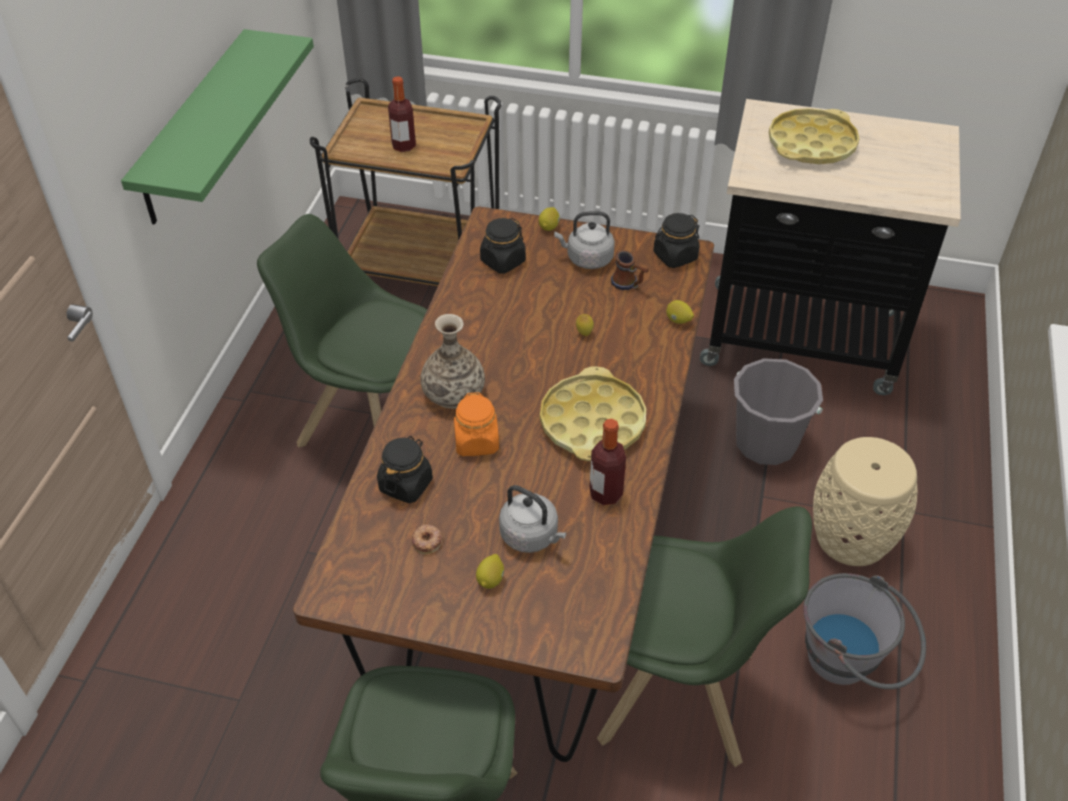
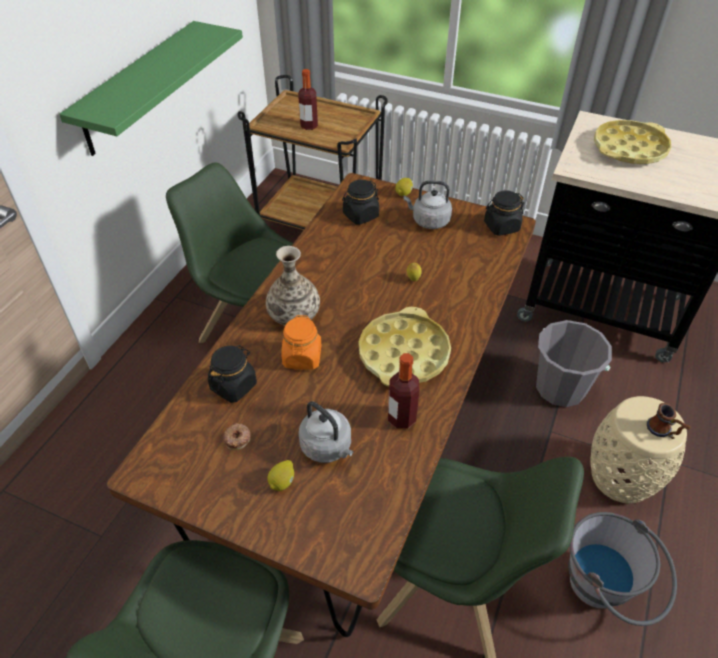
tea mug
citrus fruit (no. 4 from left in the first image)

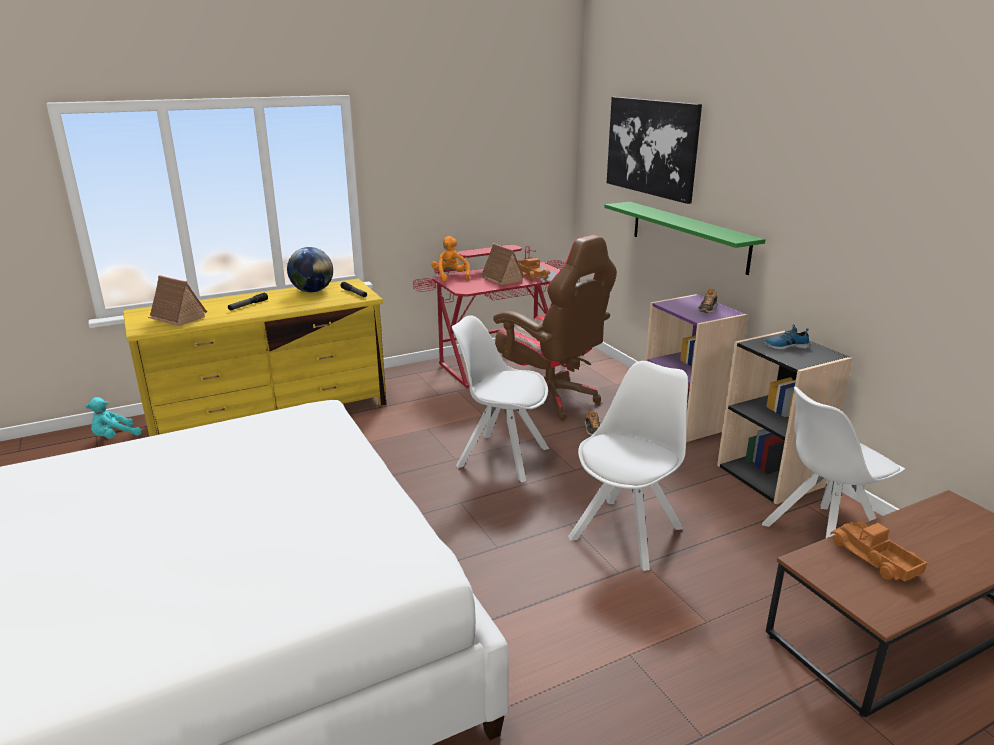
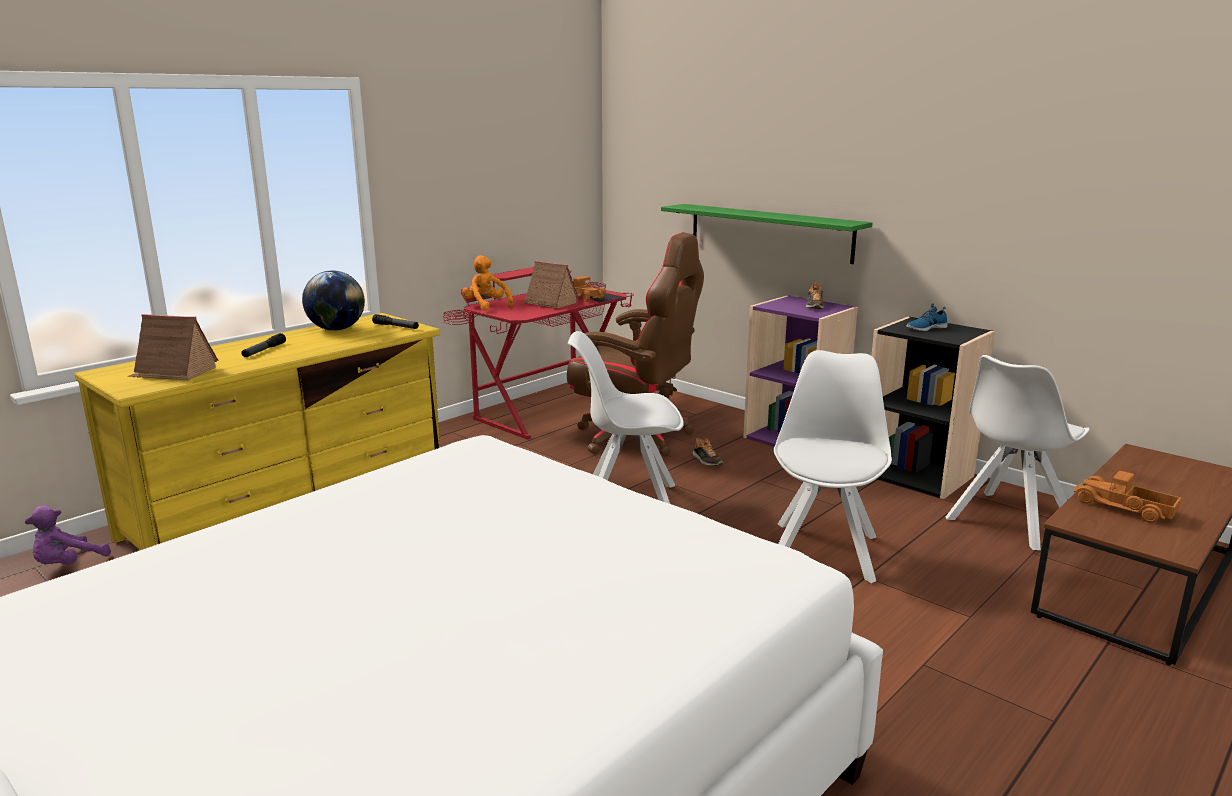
wall picture
cuddly toy (purple-coloured)

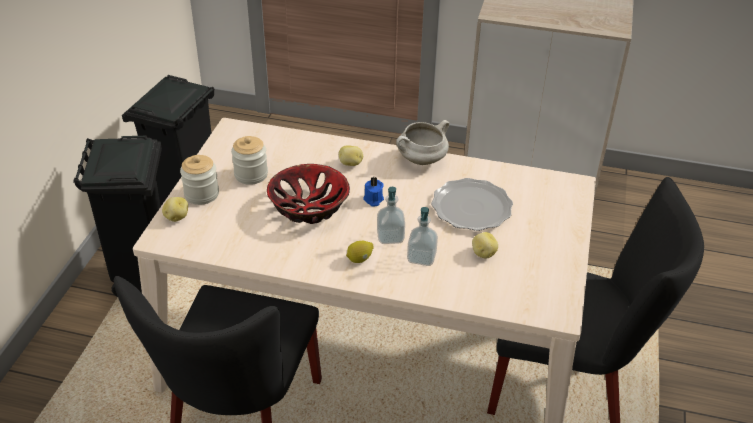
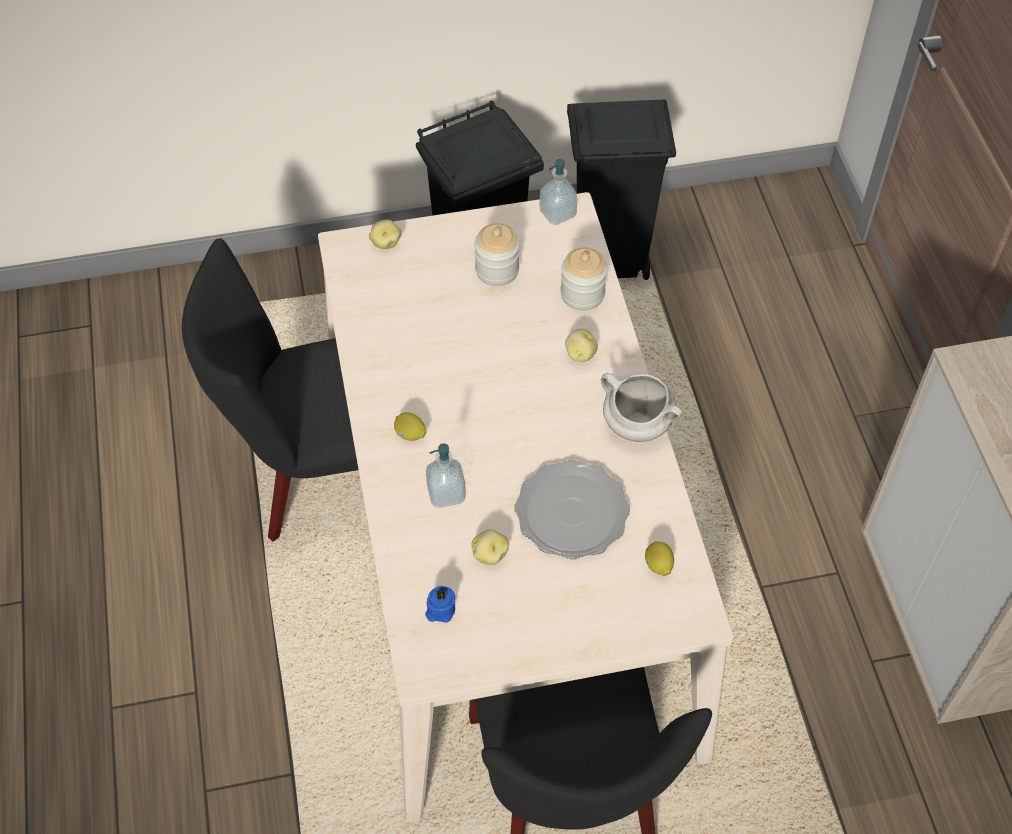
storage jar (no. 2 from left)
serving bowl
wax candle (bluish)
soap bottle (no. 2 from left)
citrus fruit (no. 2 from left)

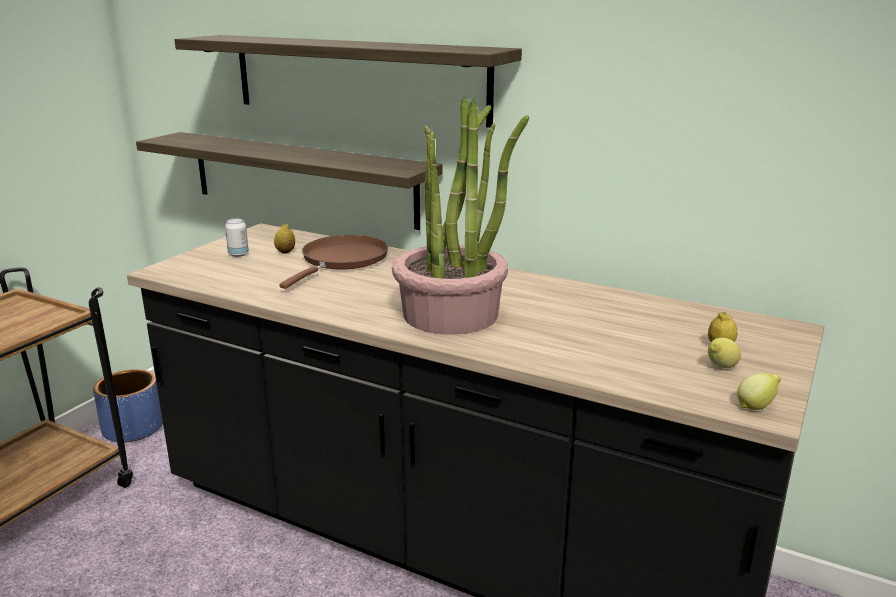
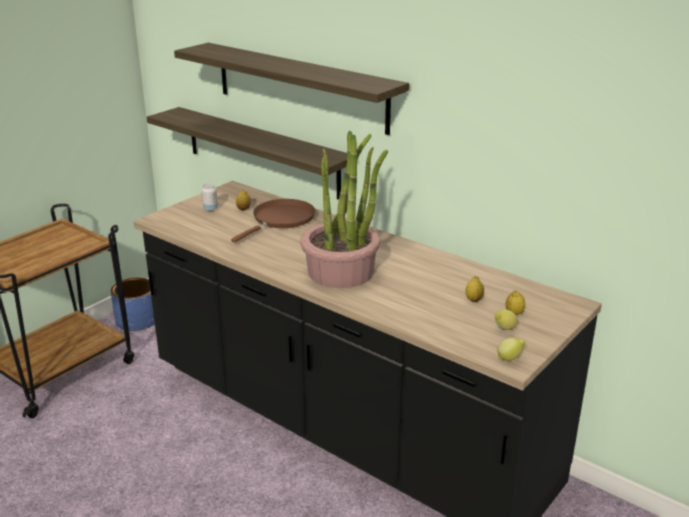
citrus fruit (no. 2 from left)

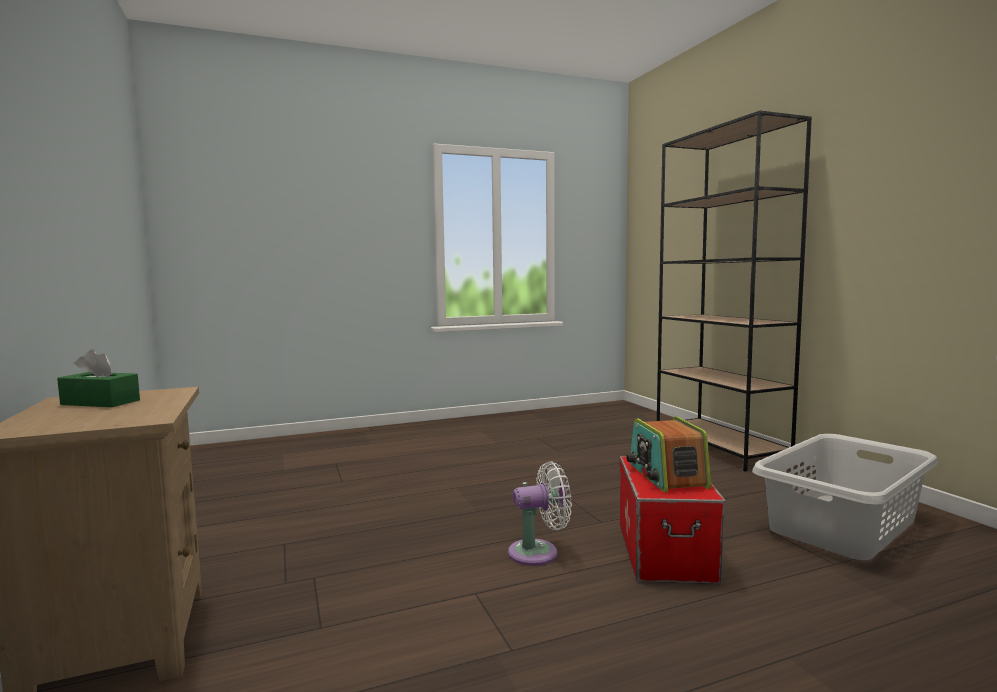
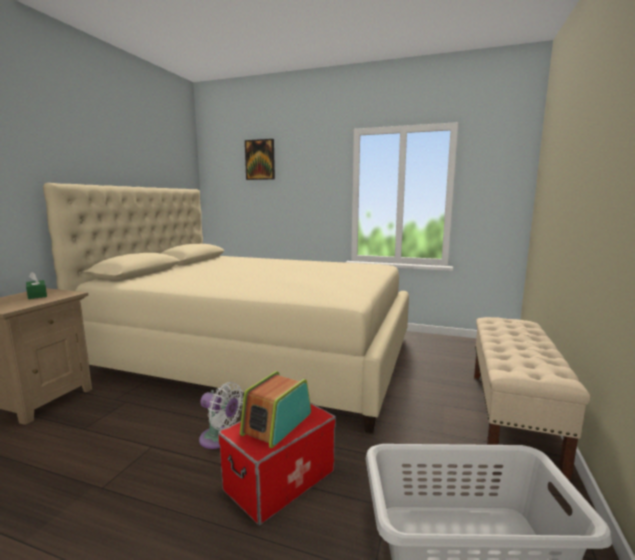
long seat (beige)
wall picture
bed (beige)

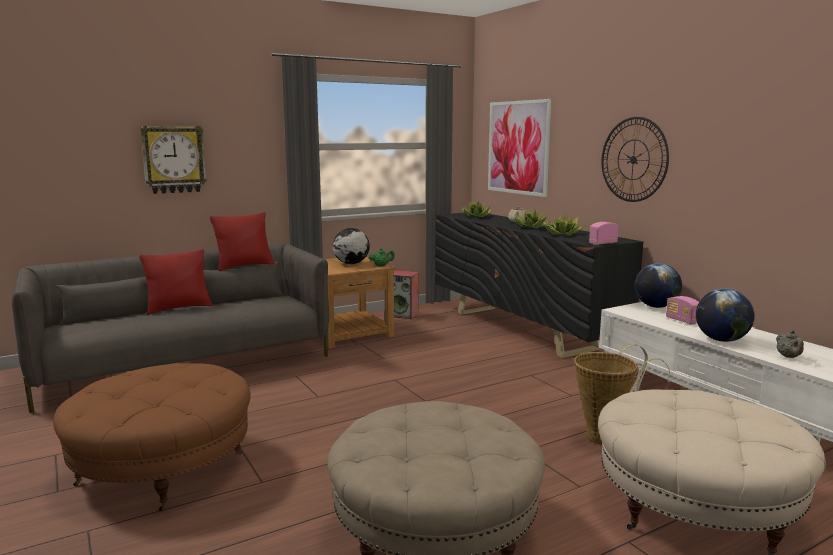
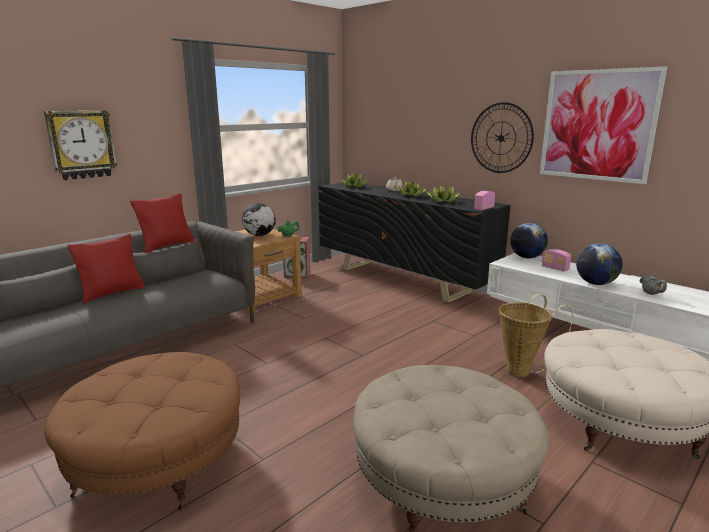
wall picture

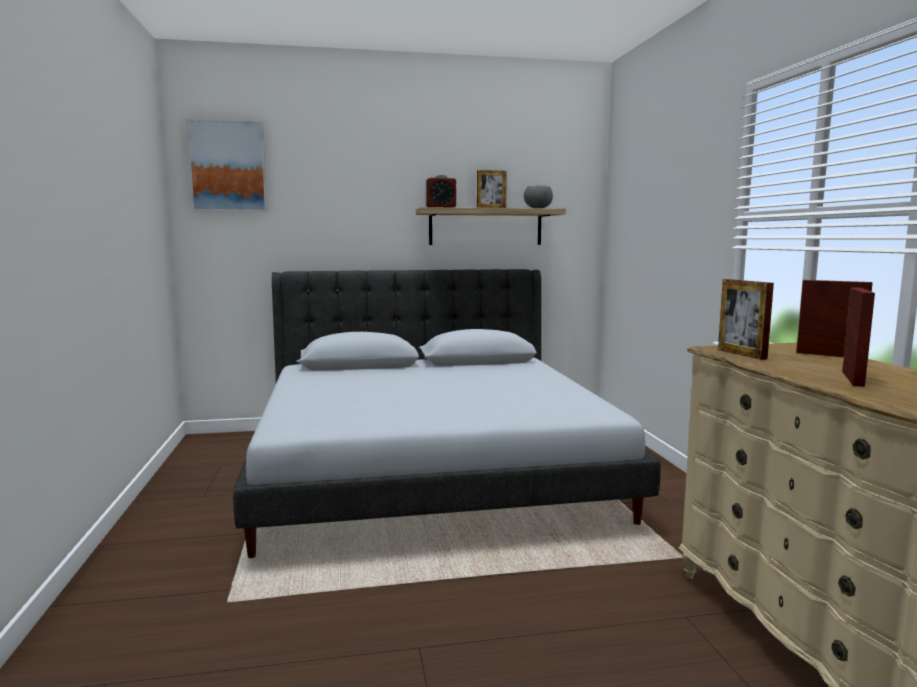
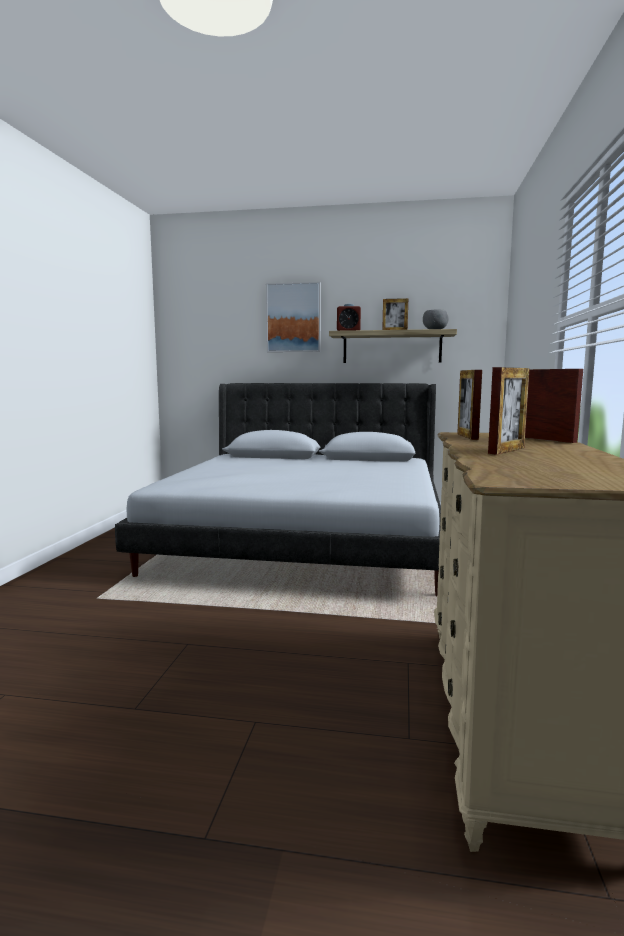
wall picture

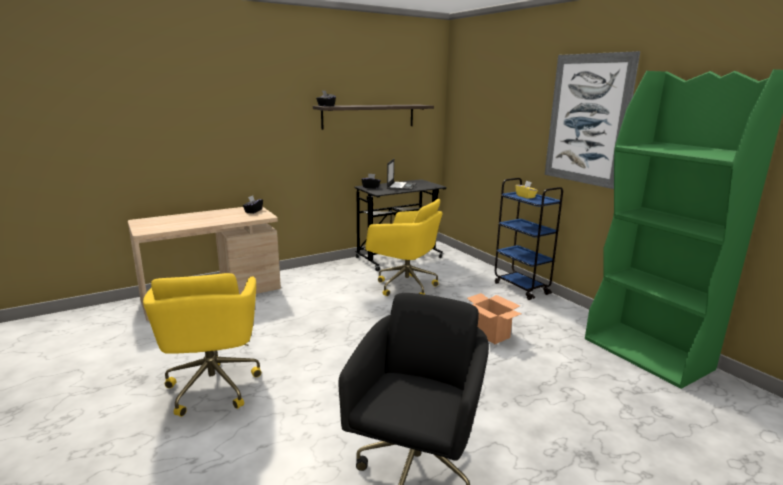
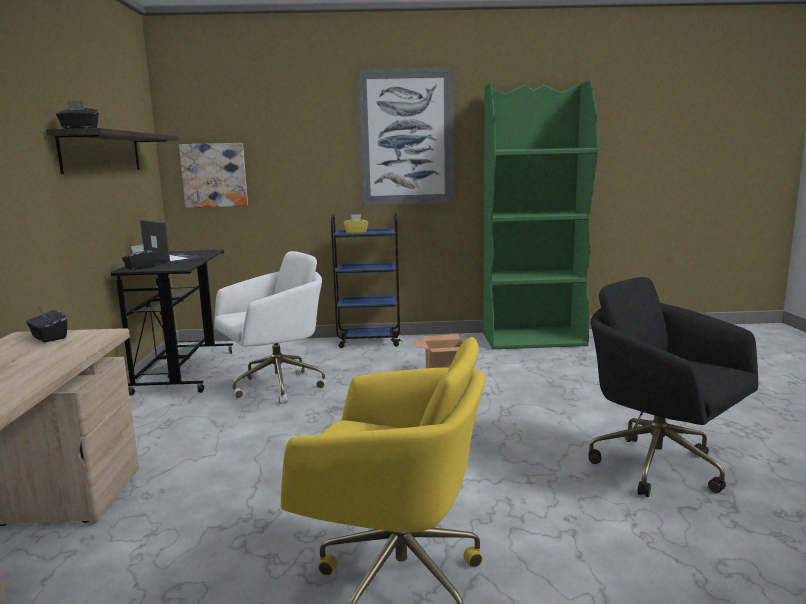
office chair (whitish)
wall picture (no. 1 from left)

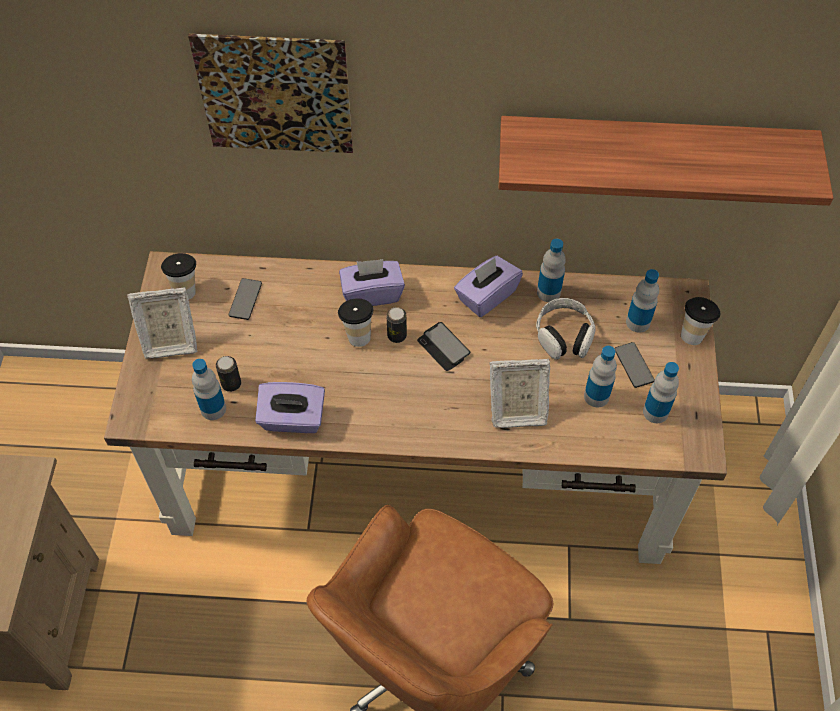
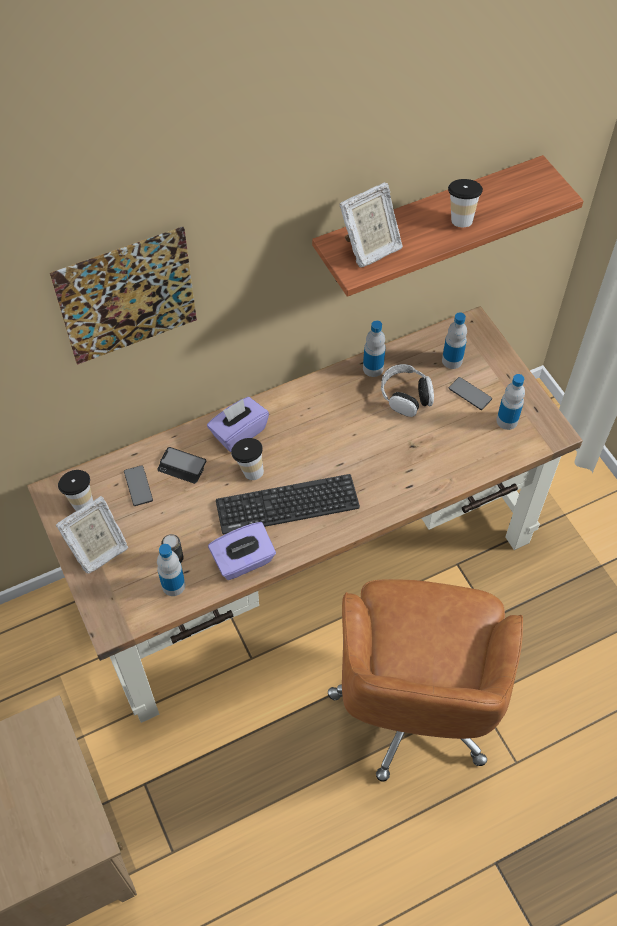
tissue box (purple-coloured) (no. 3 from left in the first image)
cup (no. 3 from left)
sealed can (no. 2 from left in the first image)
telephone (no. 2 from left)
bottle (no. 3 from left in the first image)
photo frame (no. 2 from left)
keyboard

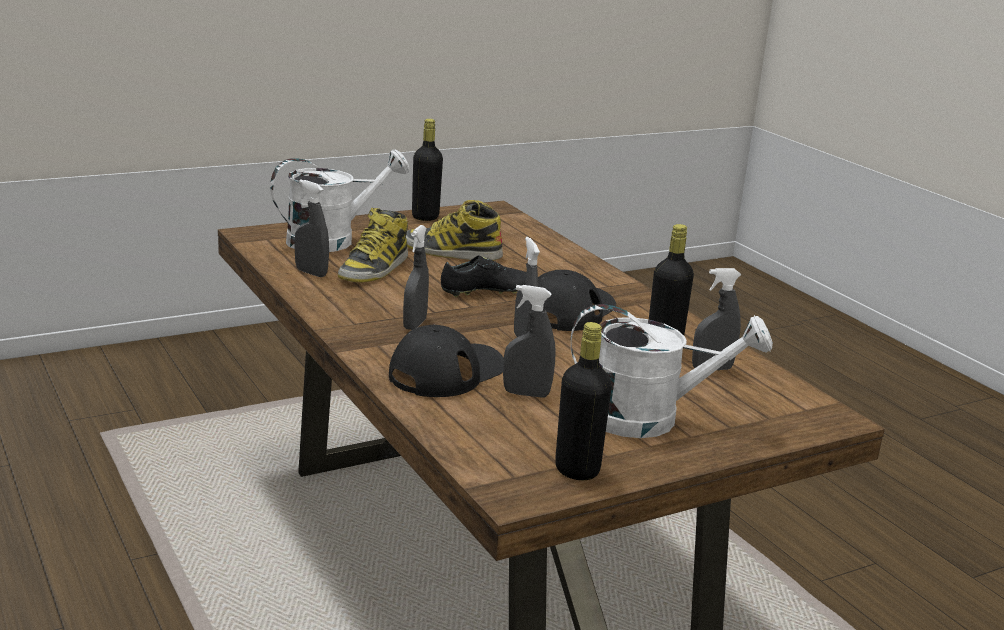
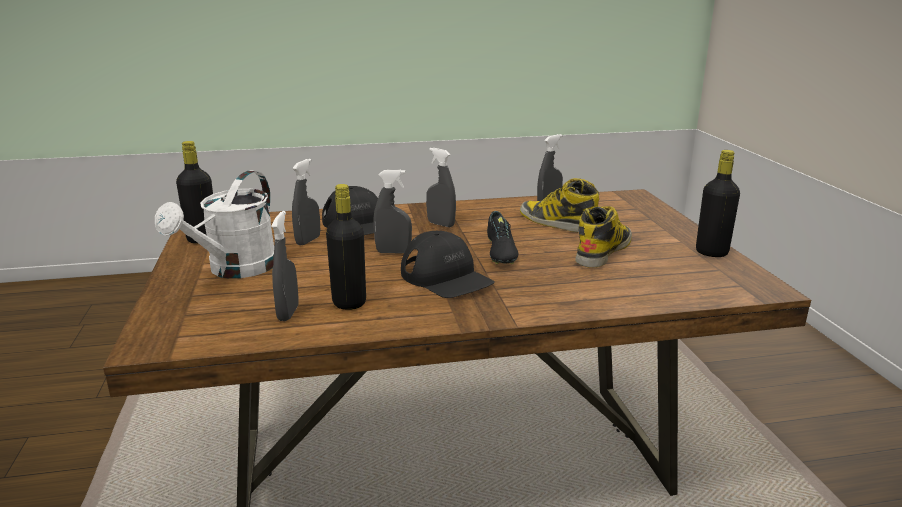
watering pot (whitish) (no. 1 from left in the first image)

